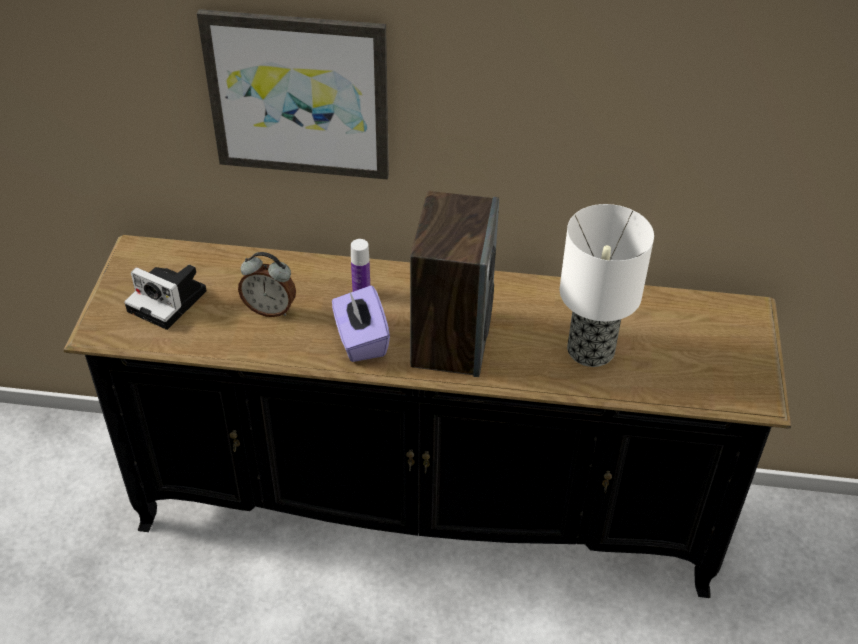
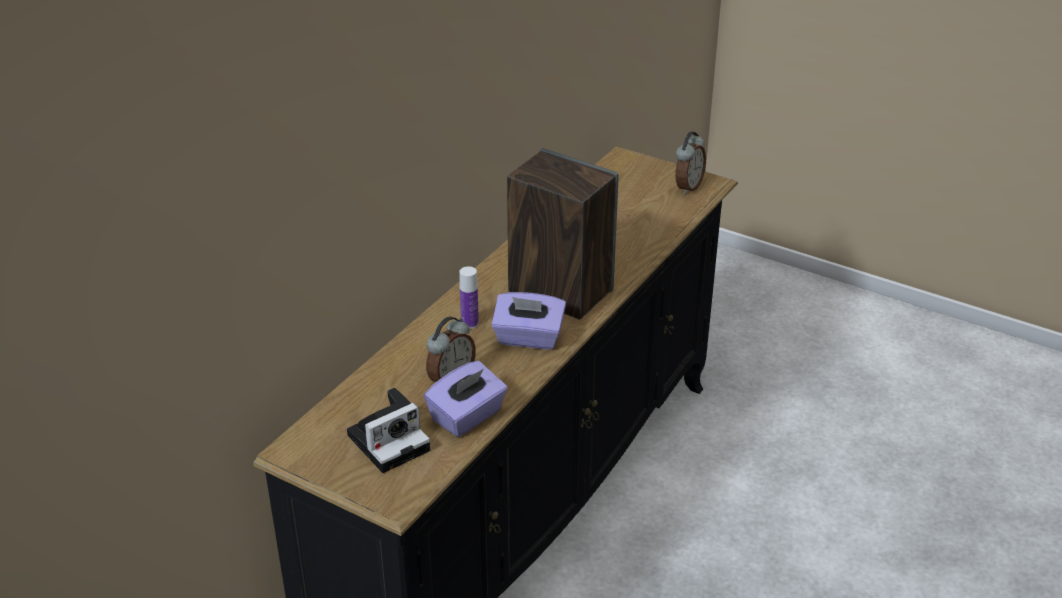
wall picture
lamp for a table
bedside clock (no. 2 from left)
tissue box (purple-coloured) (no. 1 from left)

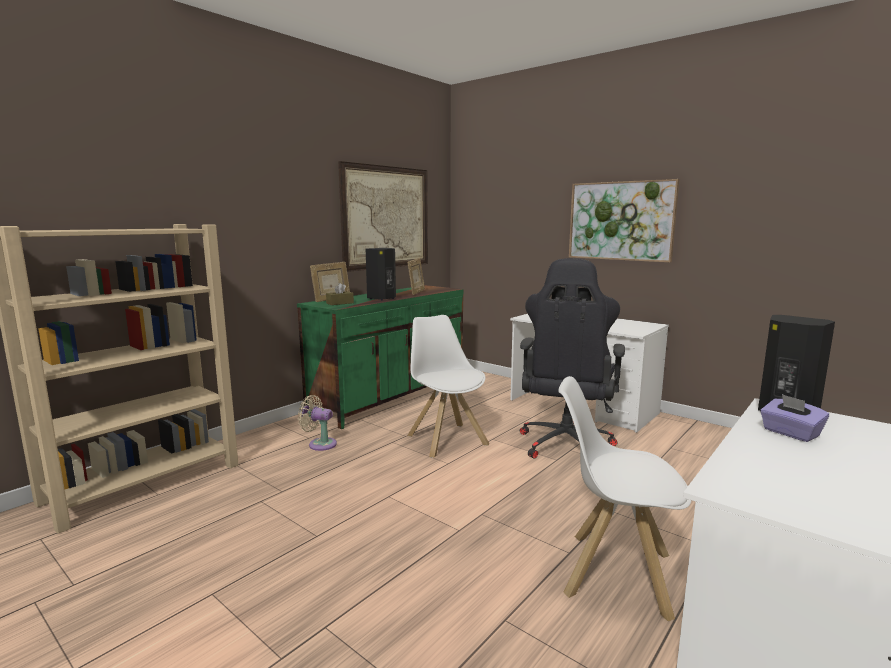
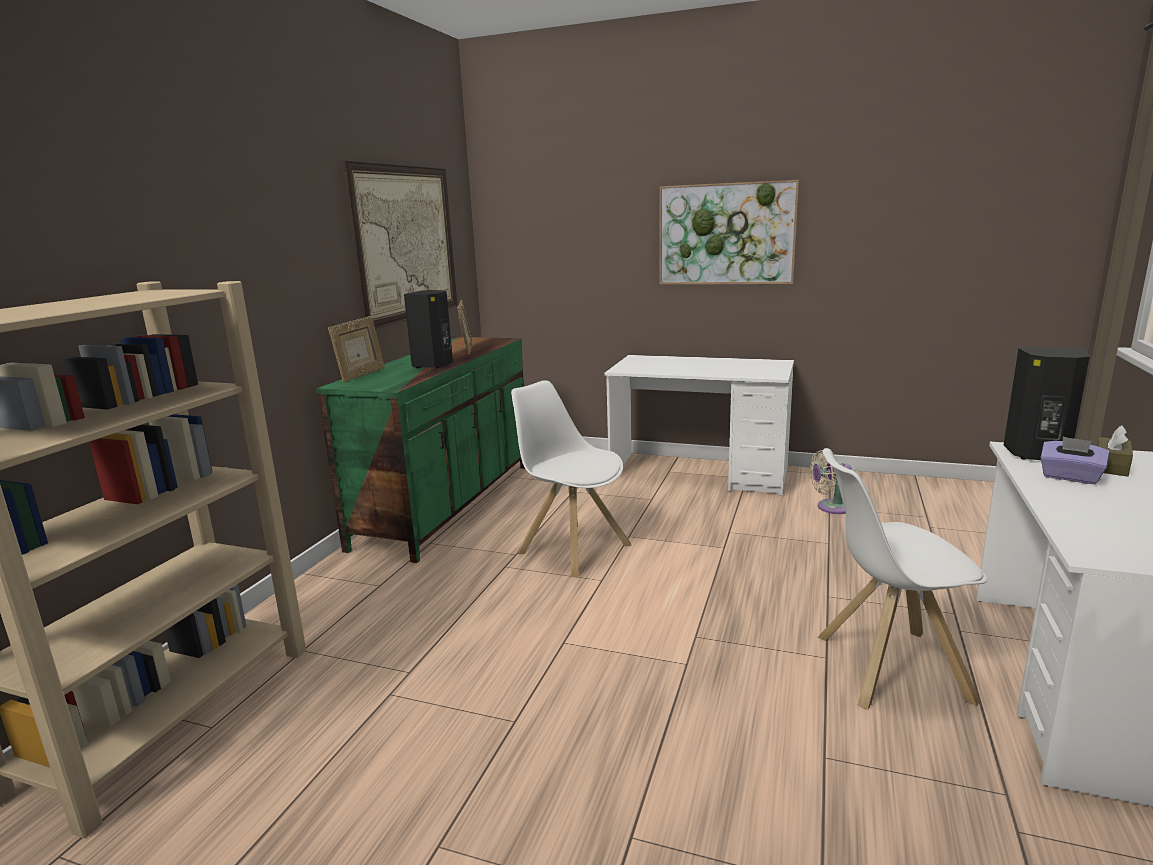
office chair (black-coloured)
tissue box (brown)
cooling fan (beige)

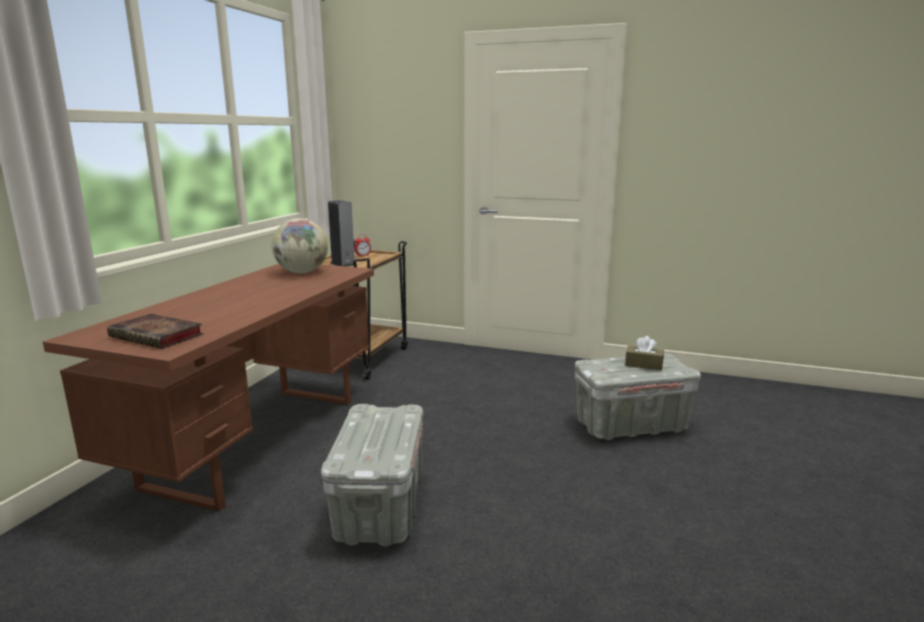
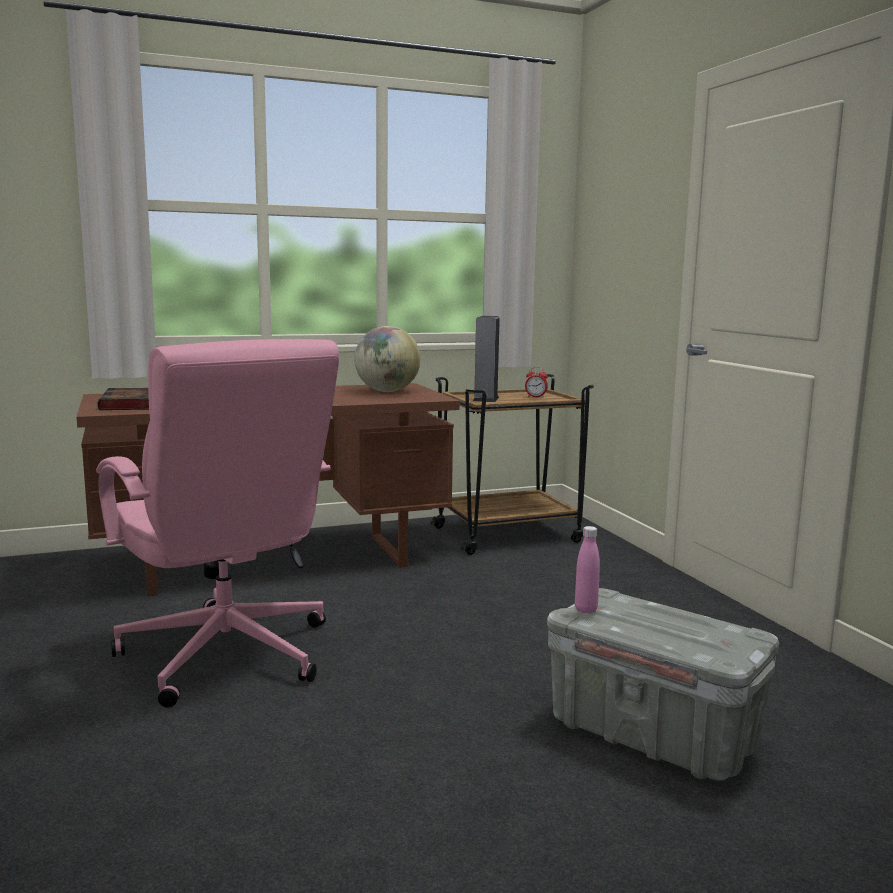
tissue box (brown)
office chair (pinkish)
bottle (pinkish)

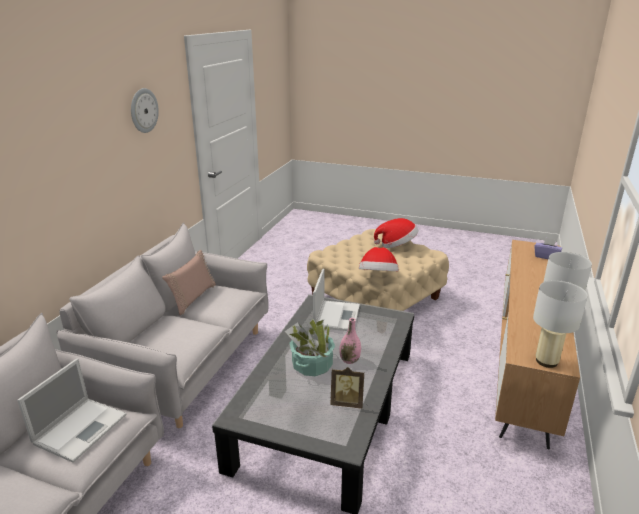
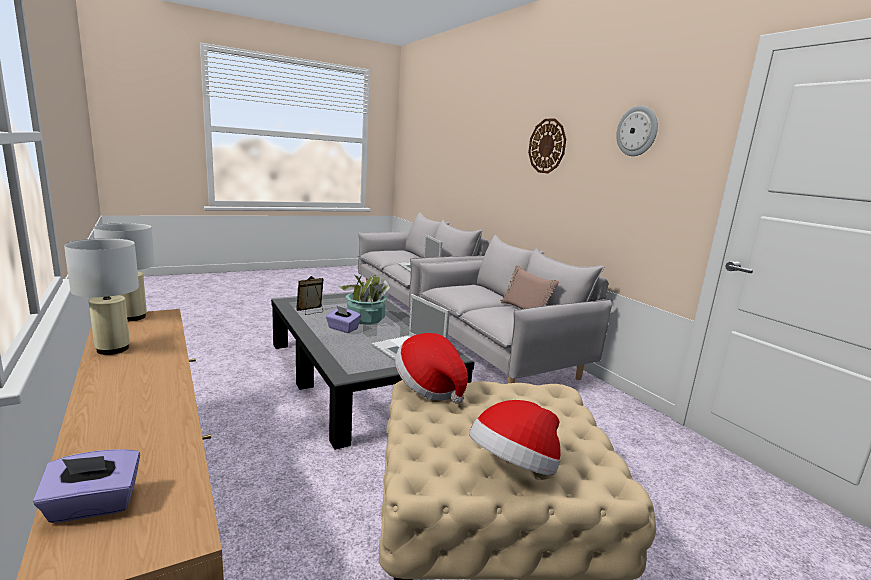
tissue box (purple-coloured) (no. 2 from left)
wall clock (no. 1 from left)

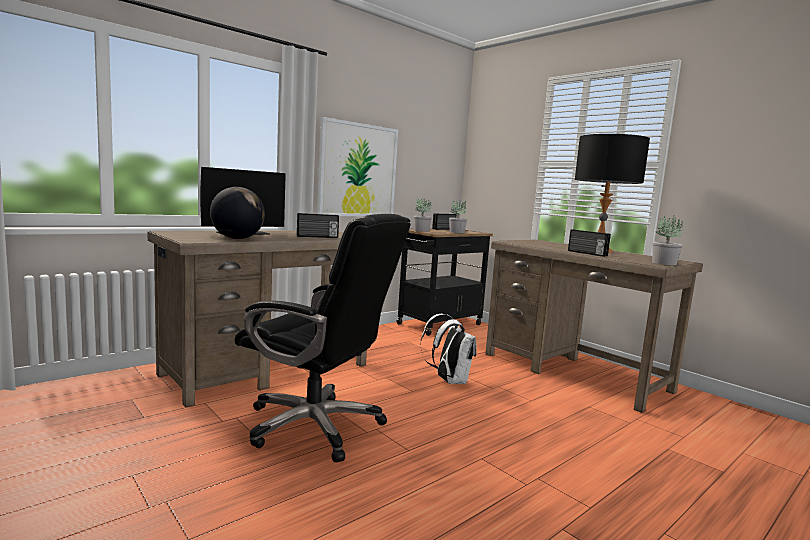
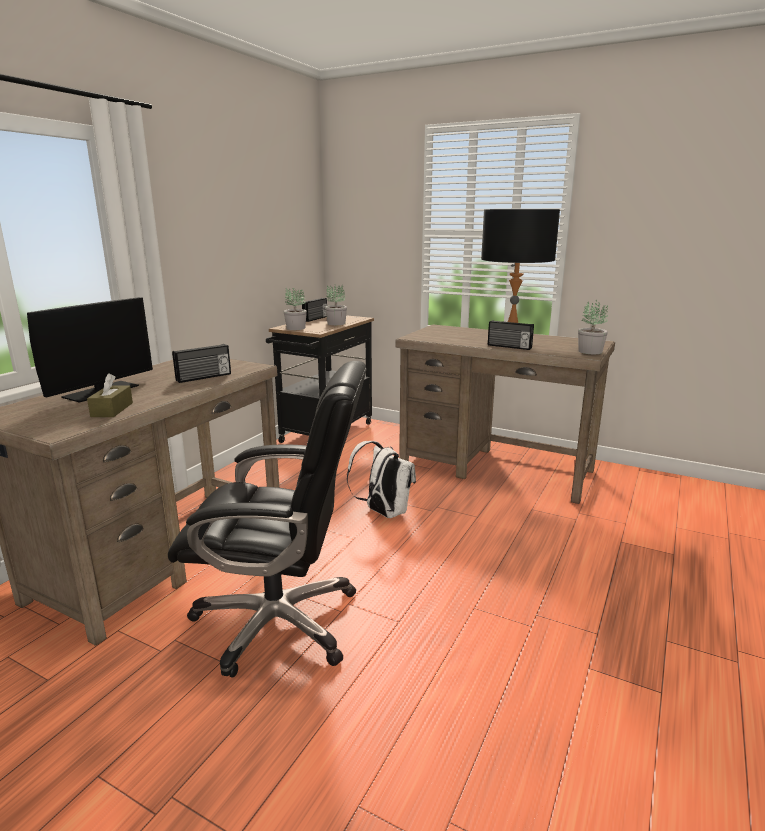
wall picture
tissue box (brown)

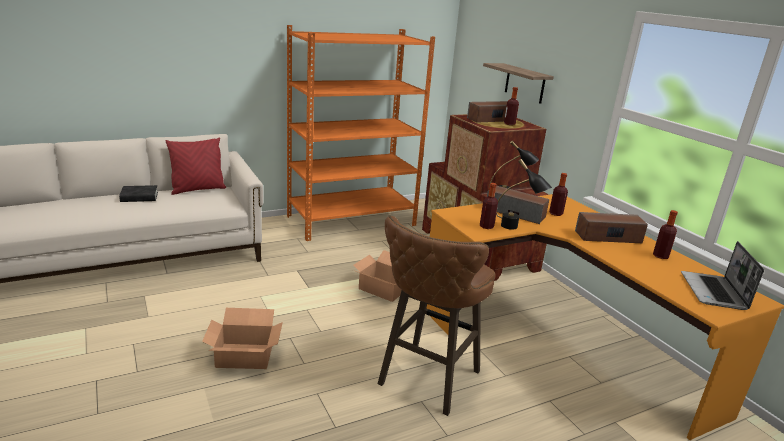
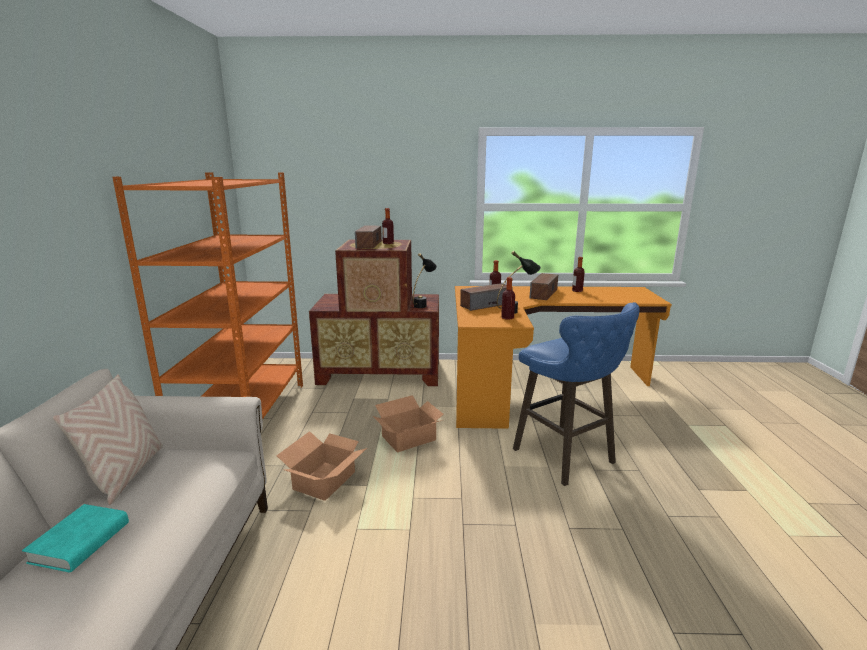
shelf
cushion (beige)
volume (blue-green)
stool seat (bluish)
laptop
packing box (no. 1 from left)

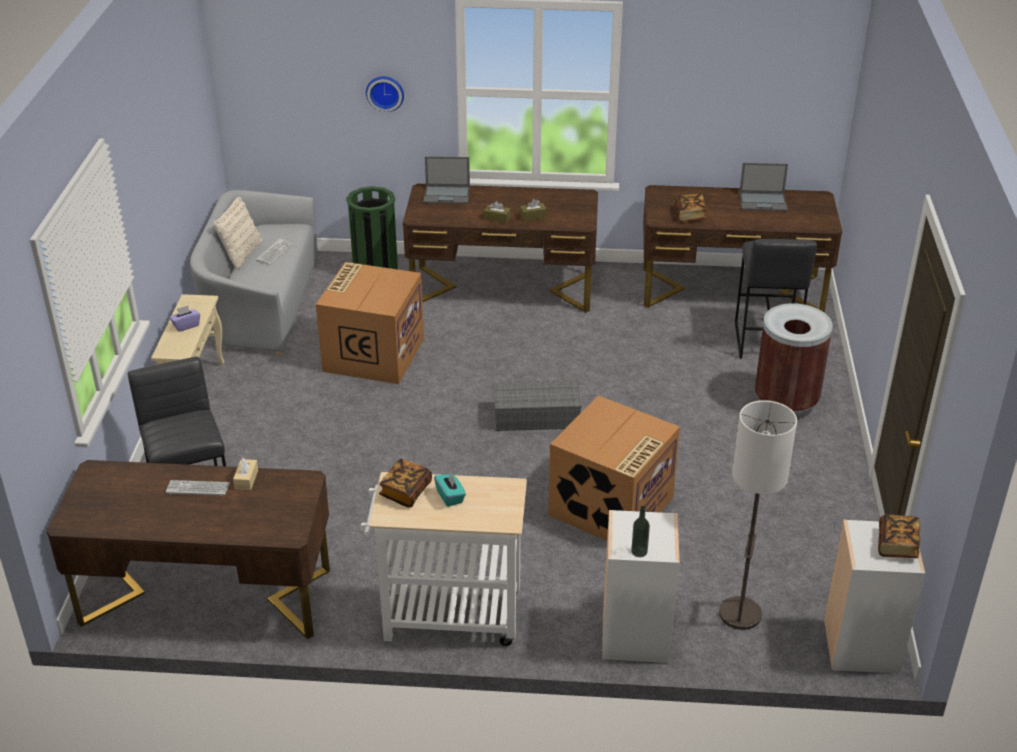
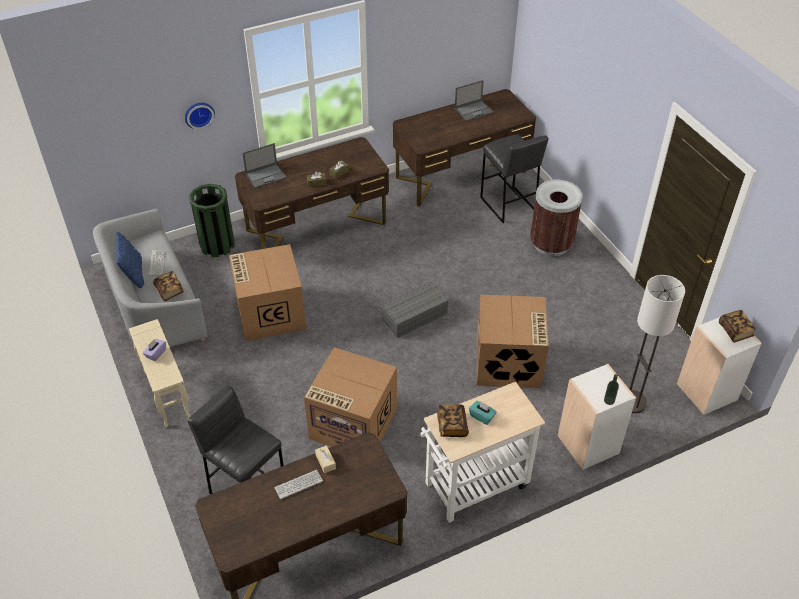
volume (no. 1 from left)
cushion (bluish)
packing box (no. 2 from left)

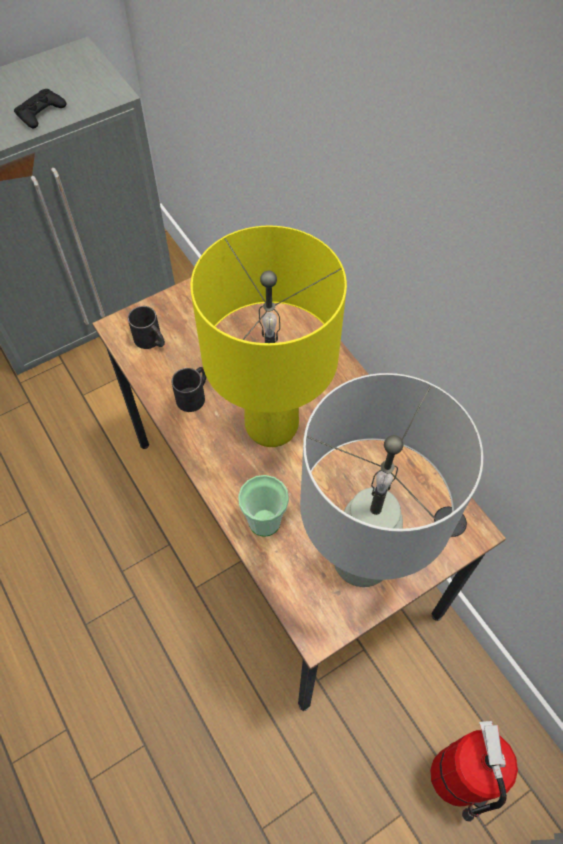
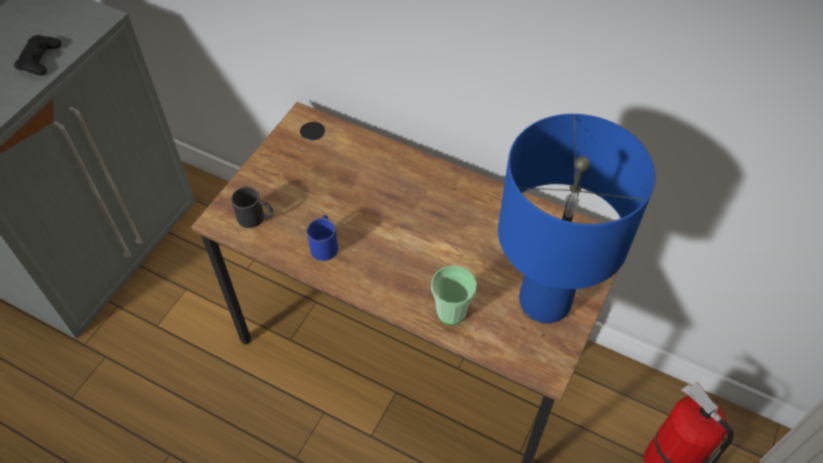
lamp for a table (yellowish)
tea mug (bluish)
lamp for a table (bluish)

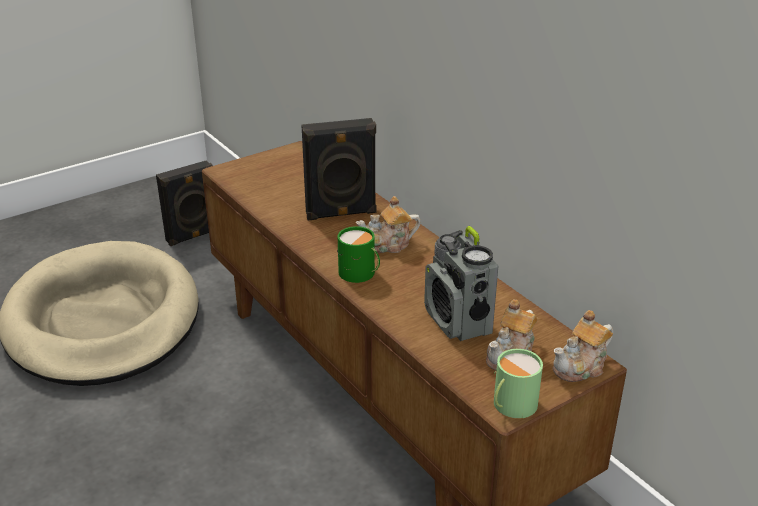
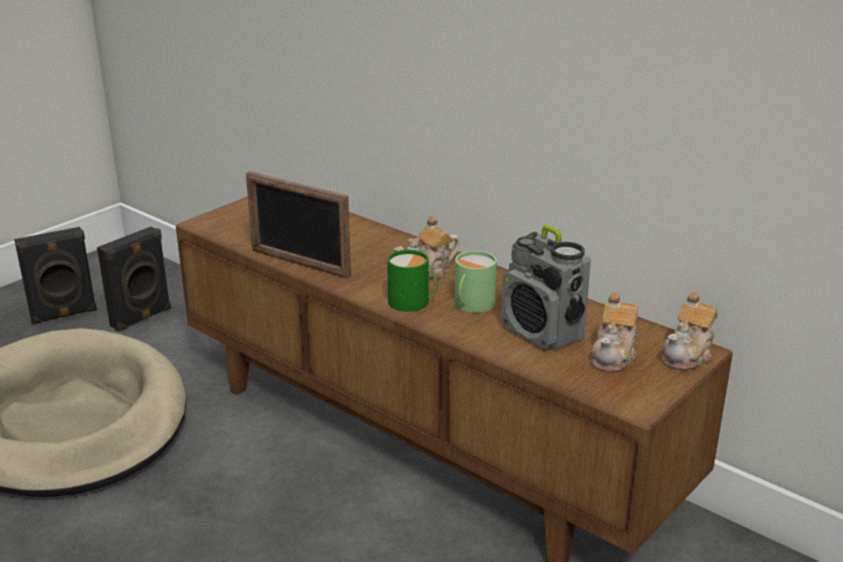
audio speaker (black-coloured) (no. 1 from left)
tea mug (greenish) (no. 2 from left)
photo frame

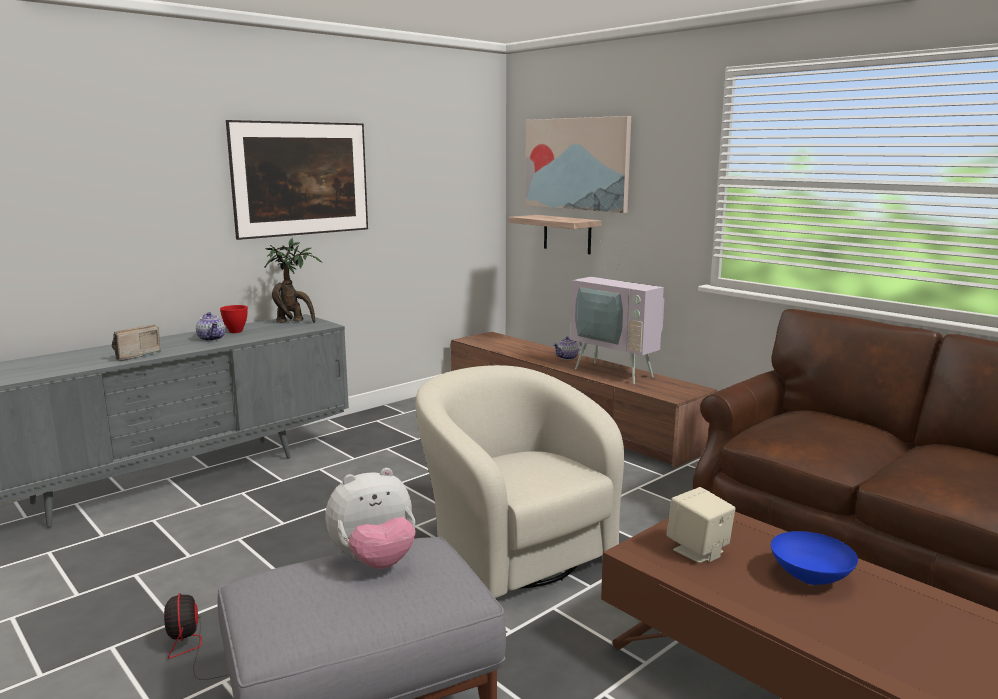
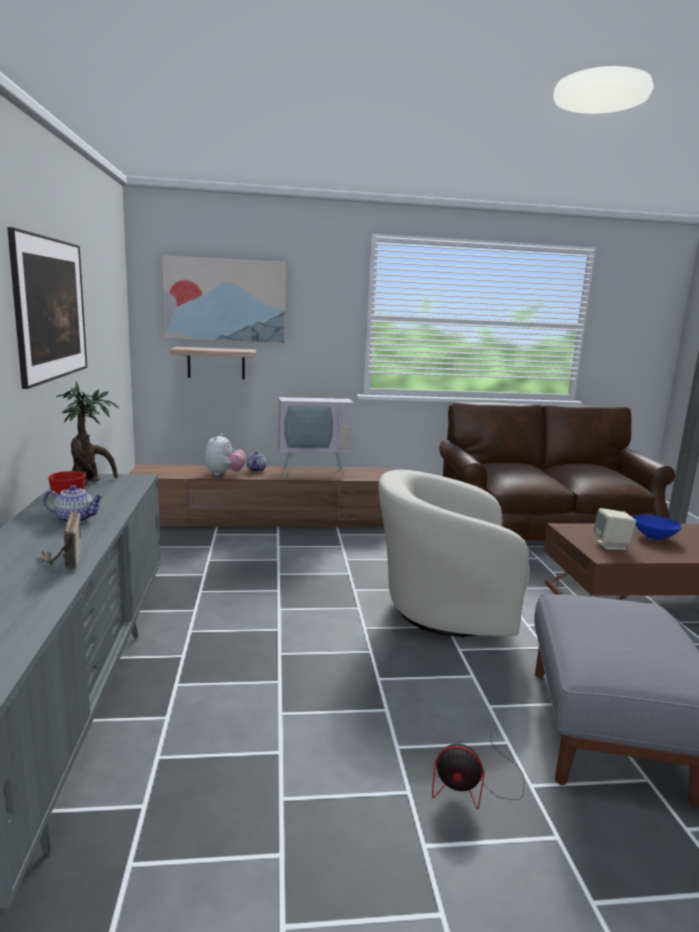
cuddly toy

